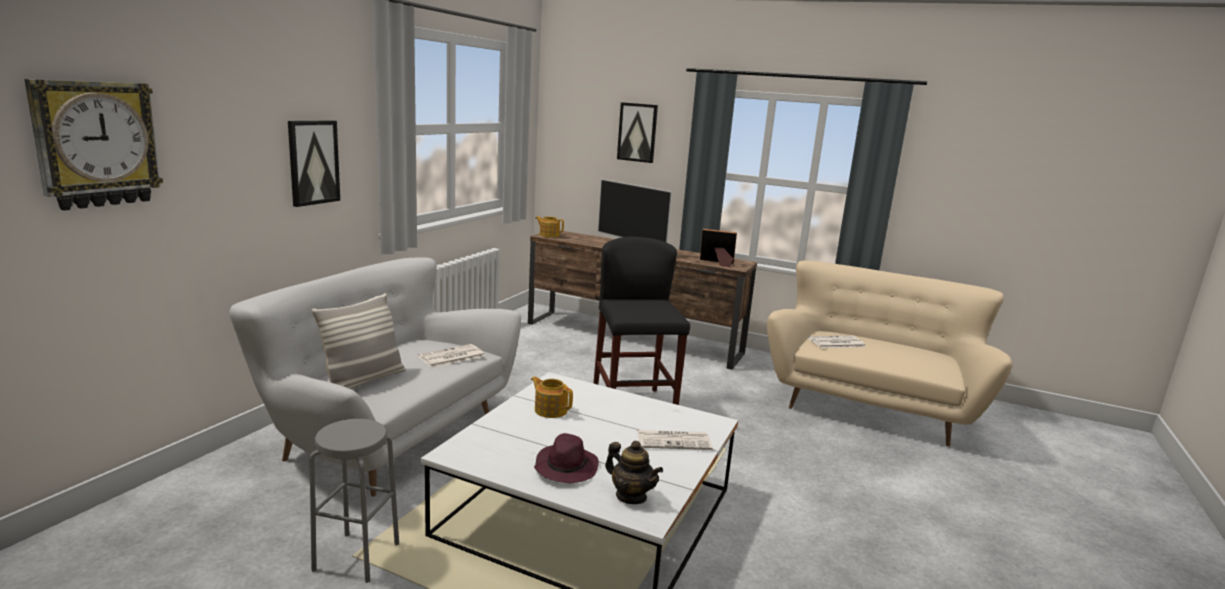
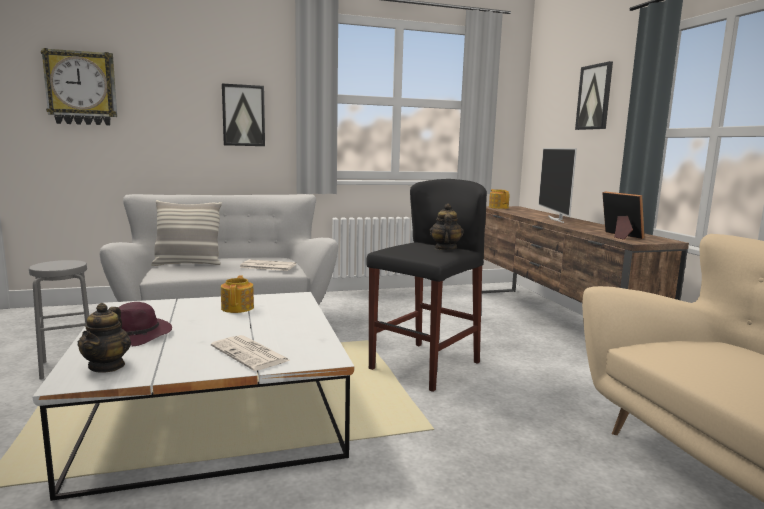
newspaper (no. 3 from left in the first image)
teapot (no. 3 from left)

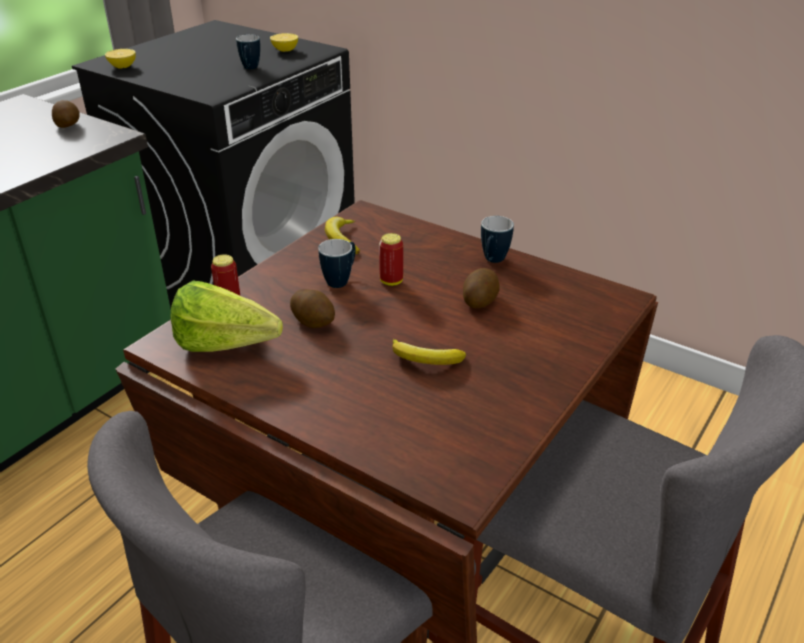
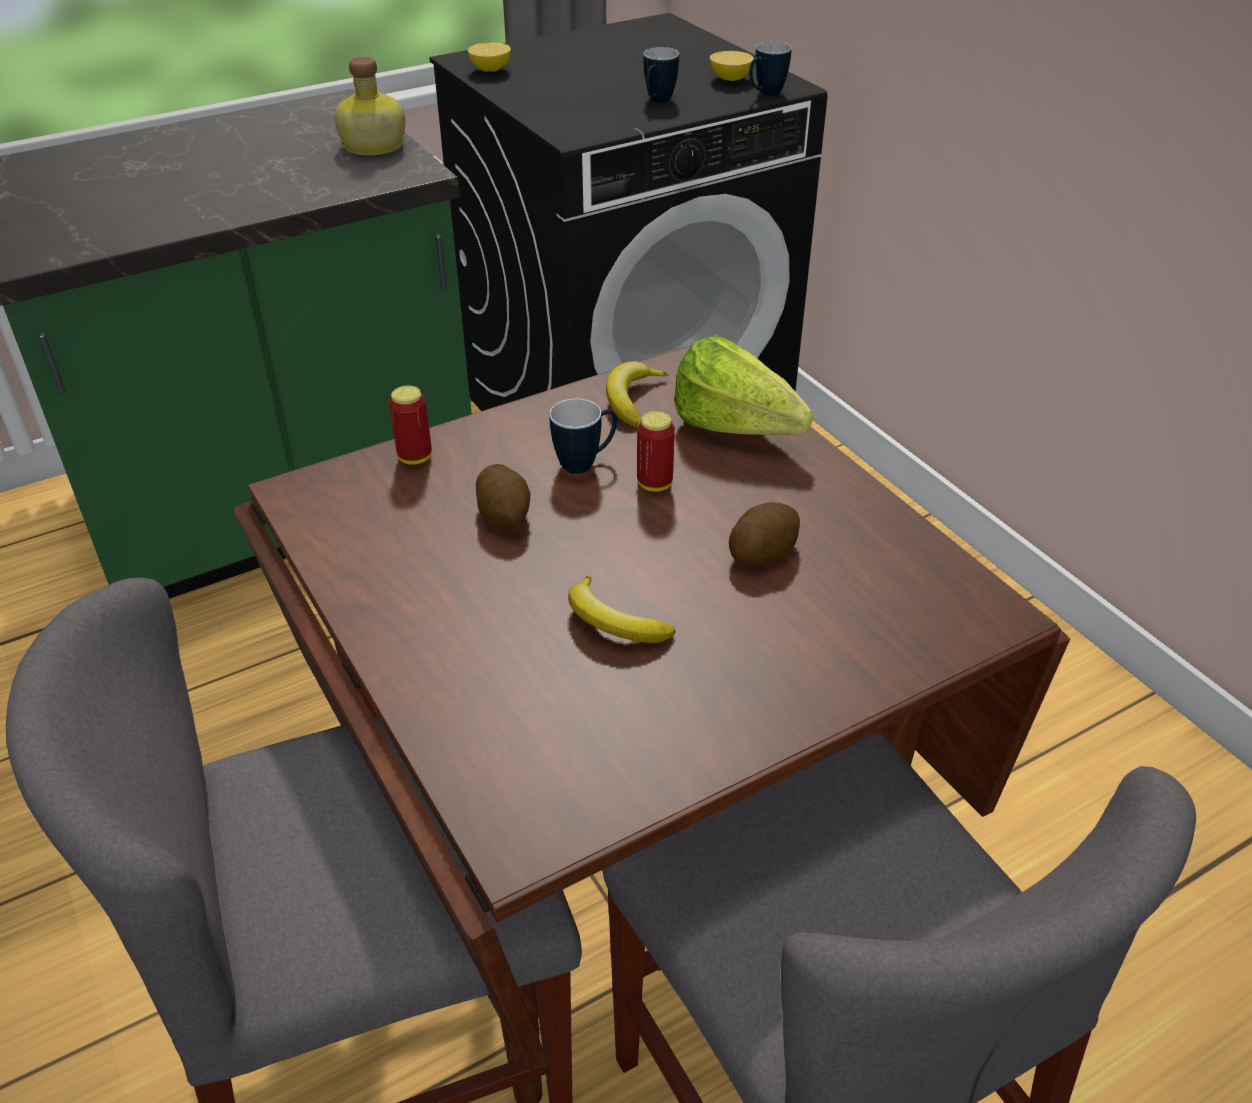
lettuce
mug (no. 3 from left)
bottle

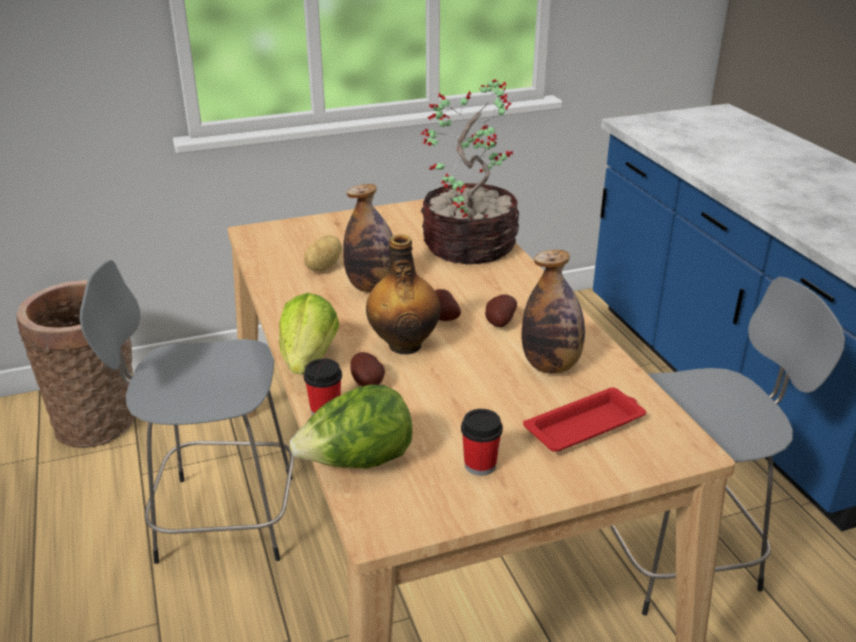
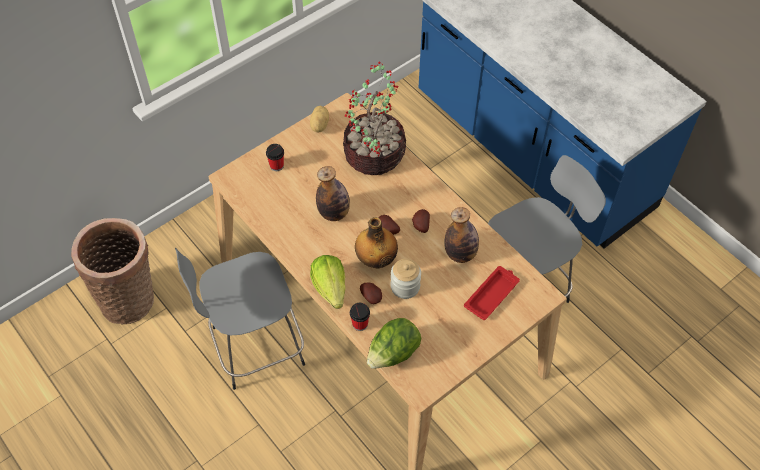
jar
potato (no. 1 from left)
cup (no. 1 from left)

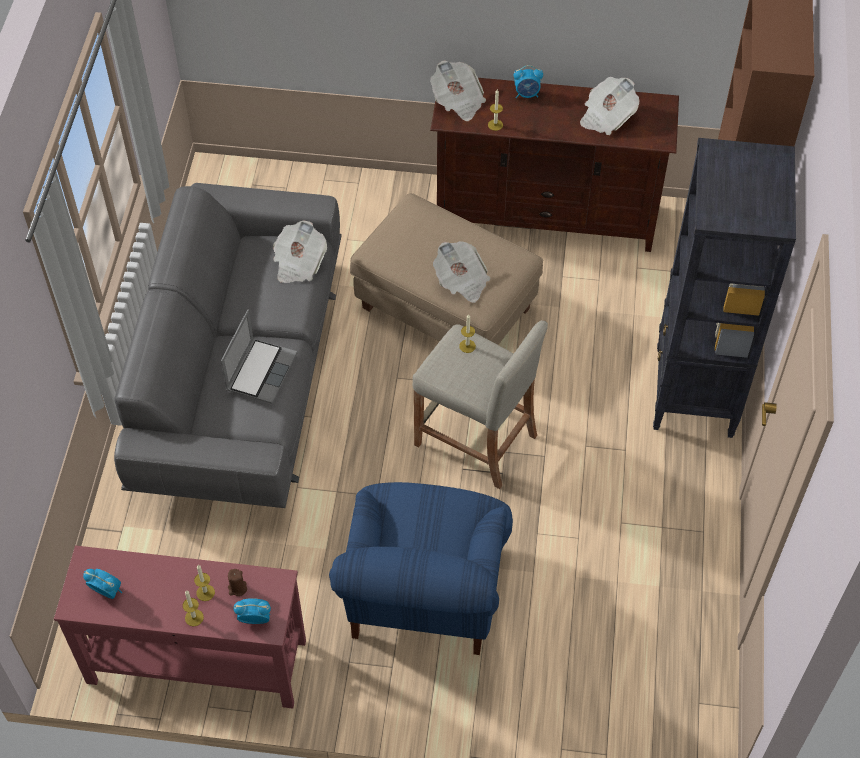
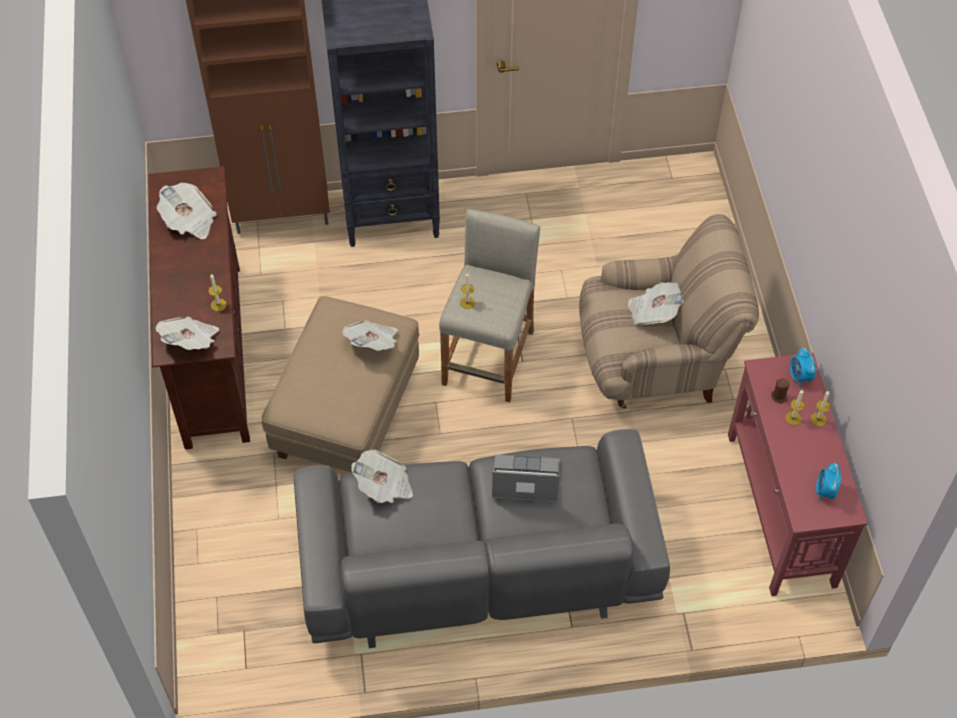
alarm clock (no. 3 from left in the first image)
newspaper (no. 5 from left)
beige armchair

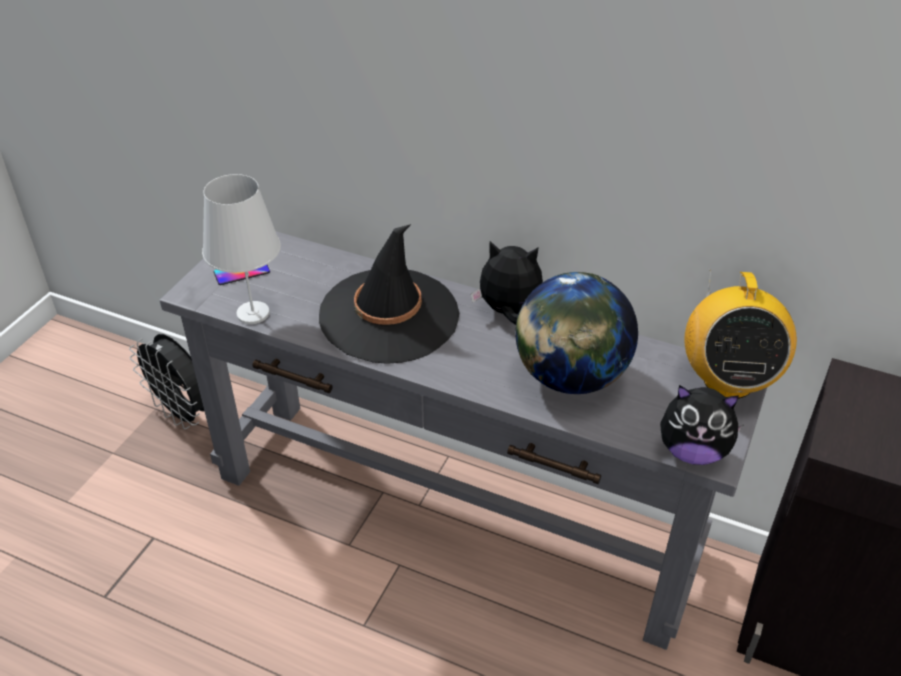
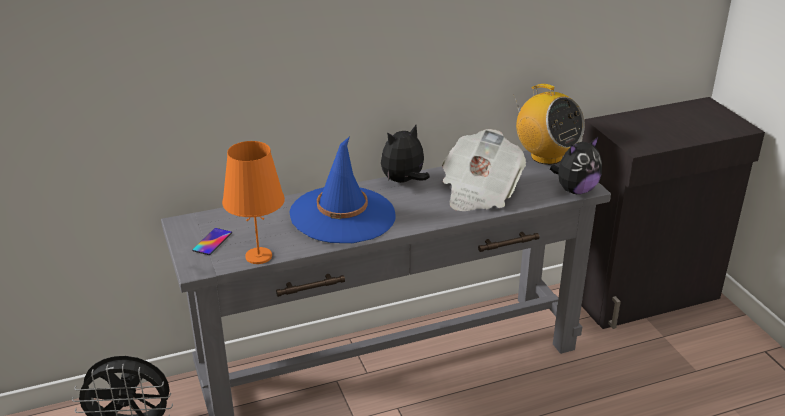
newspaper
orange table lamp
blue hat

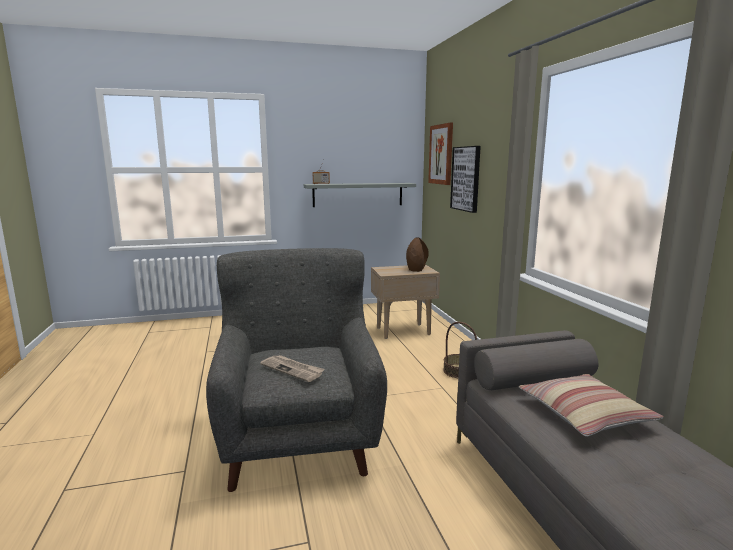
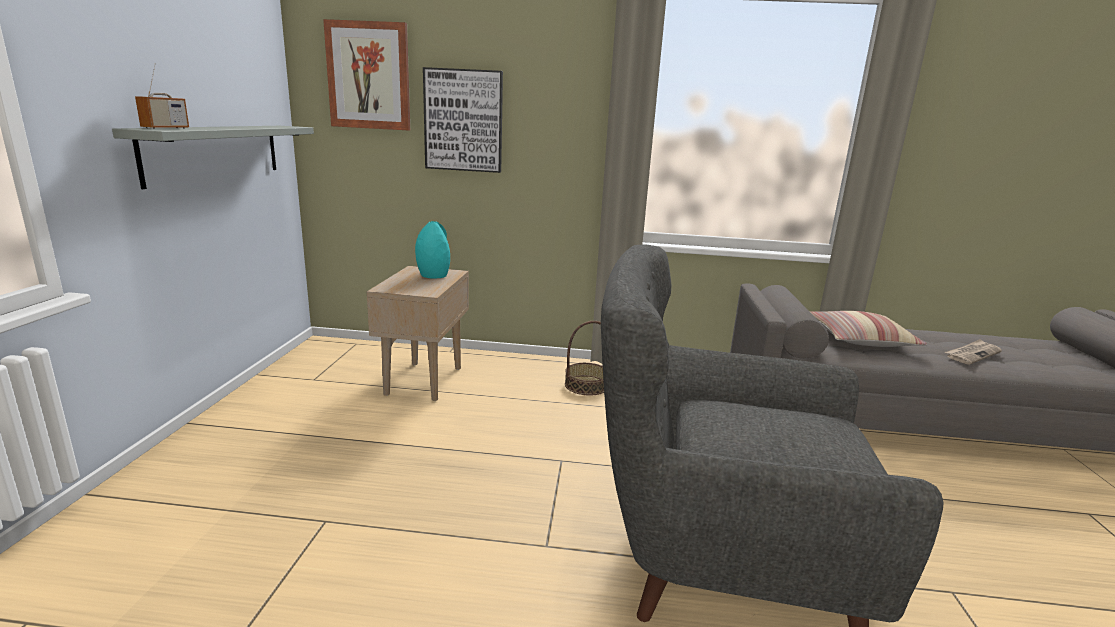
newspaper
turquoise vase

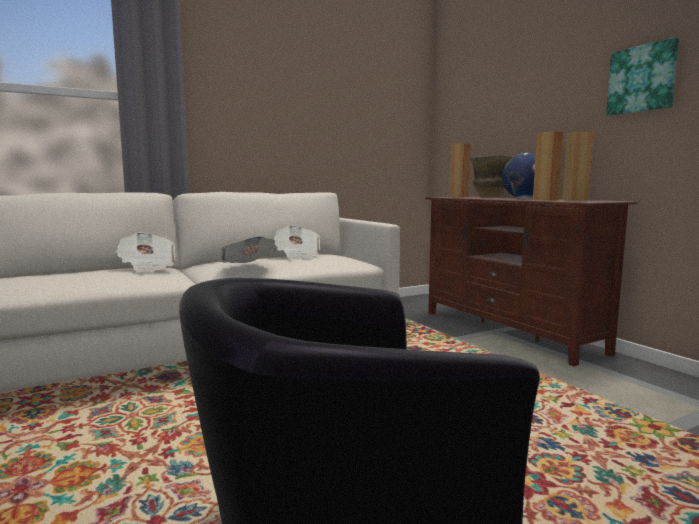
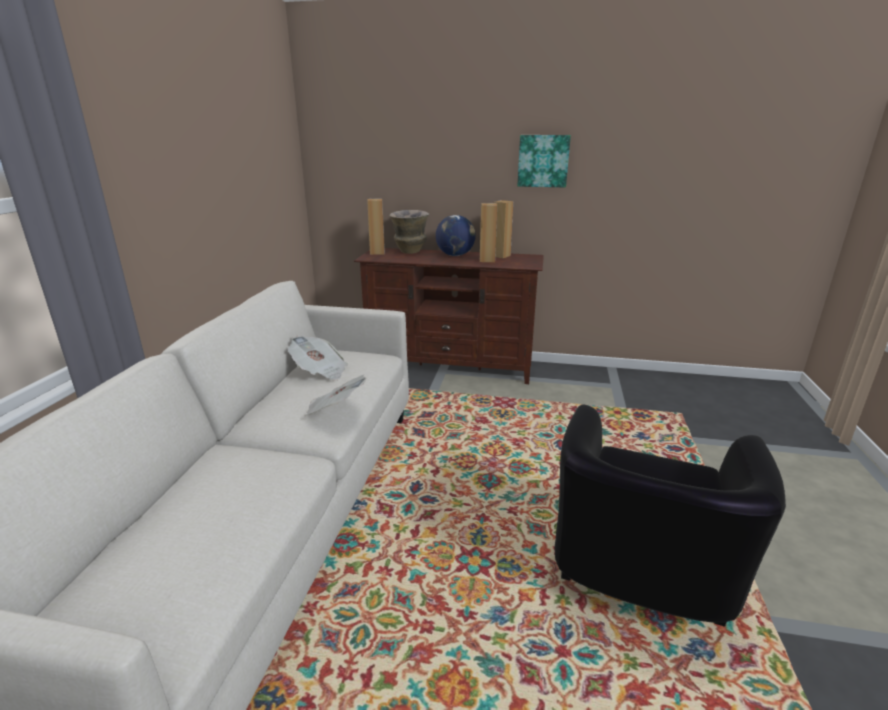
newspaper (no. 1 from left in the first image)

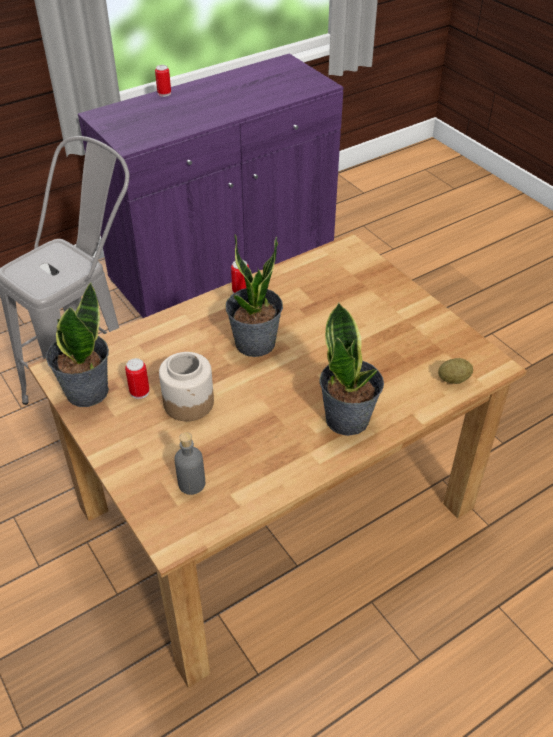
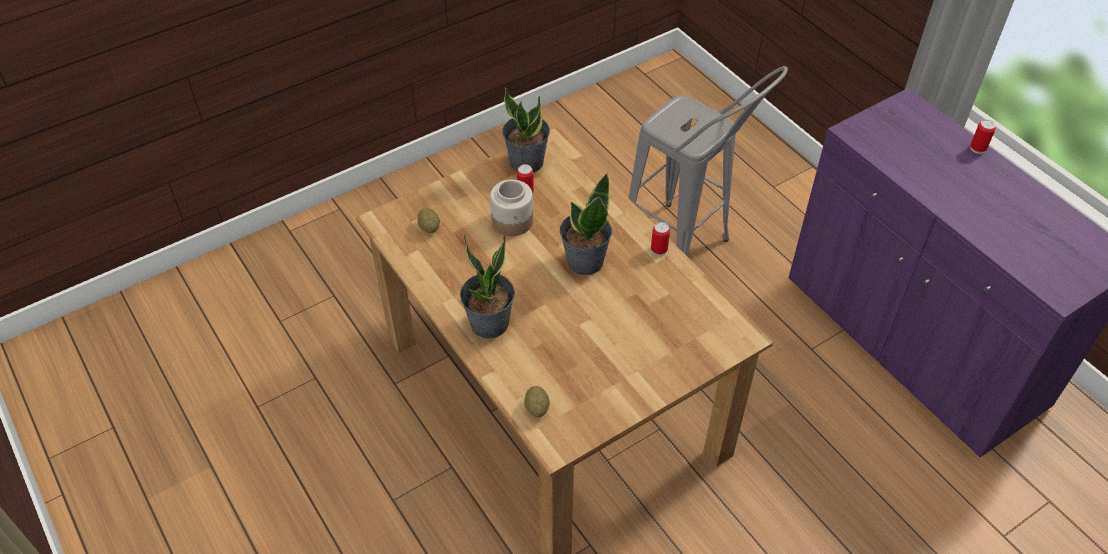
potato (no. 1 from left)

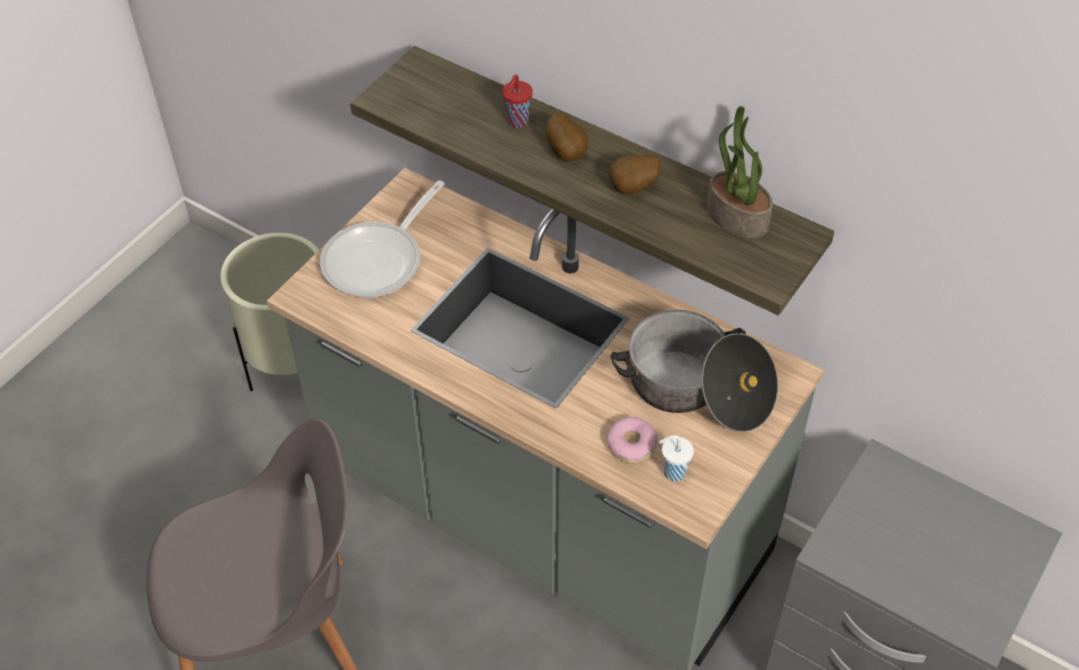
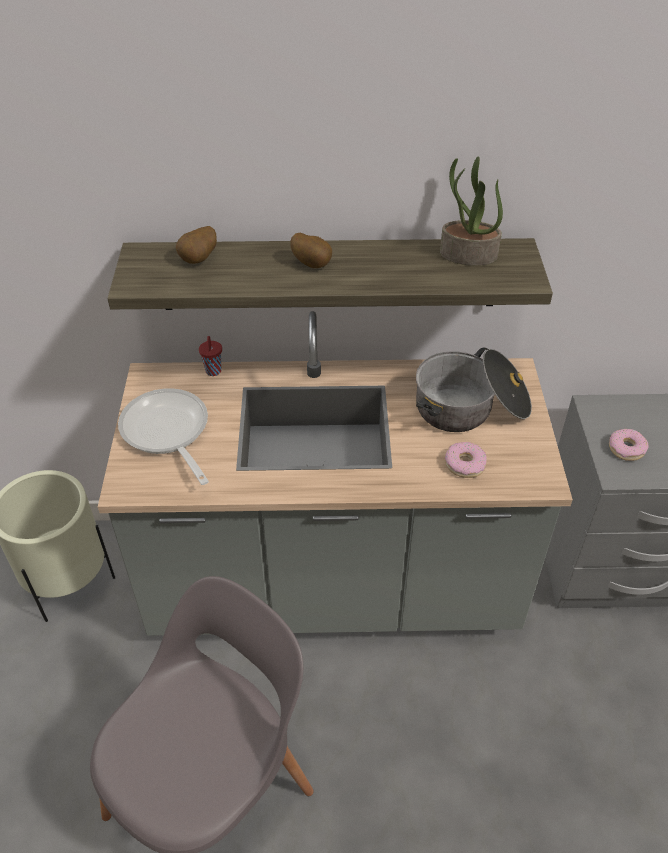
white cup
donut (no. 2 from left)
red cup
potato (no. 1 from left)
frying pan

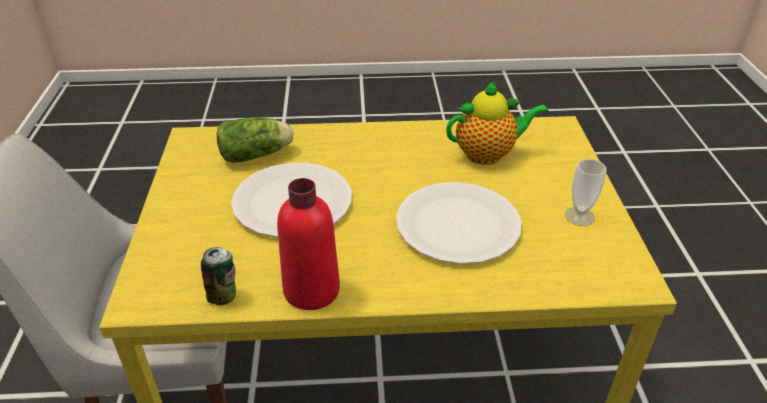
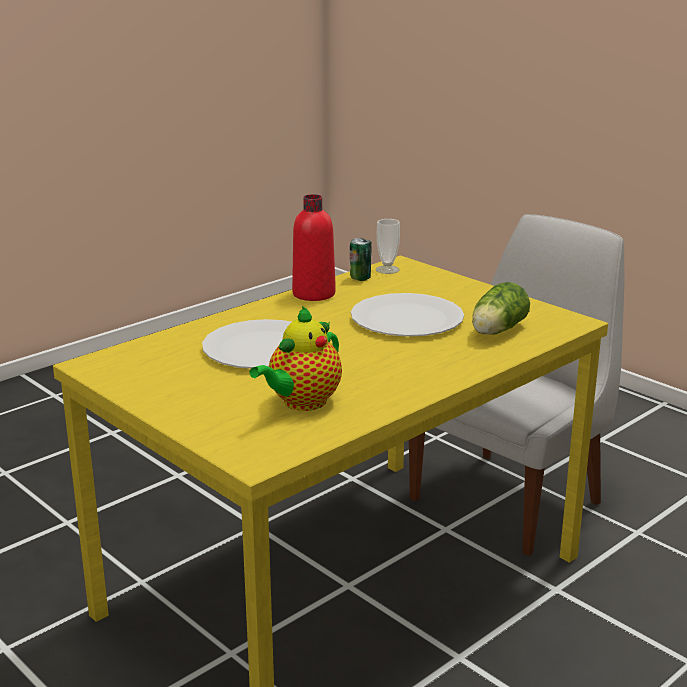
cup

